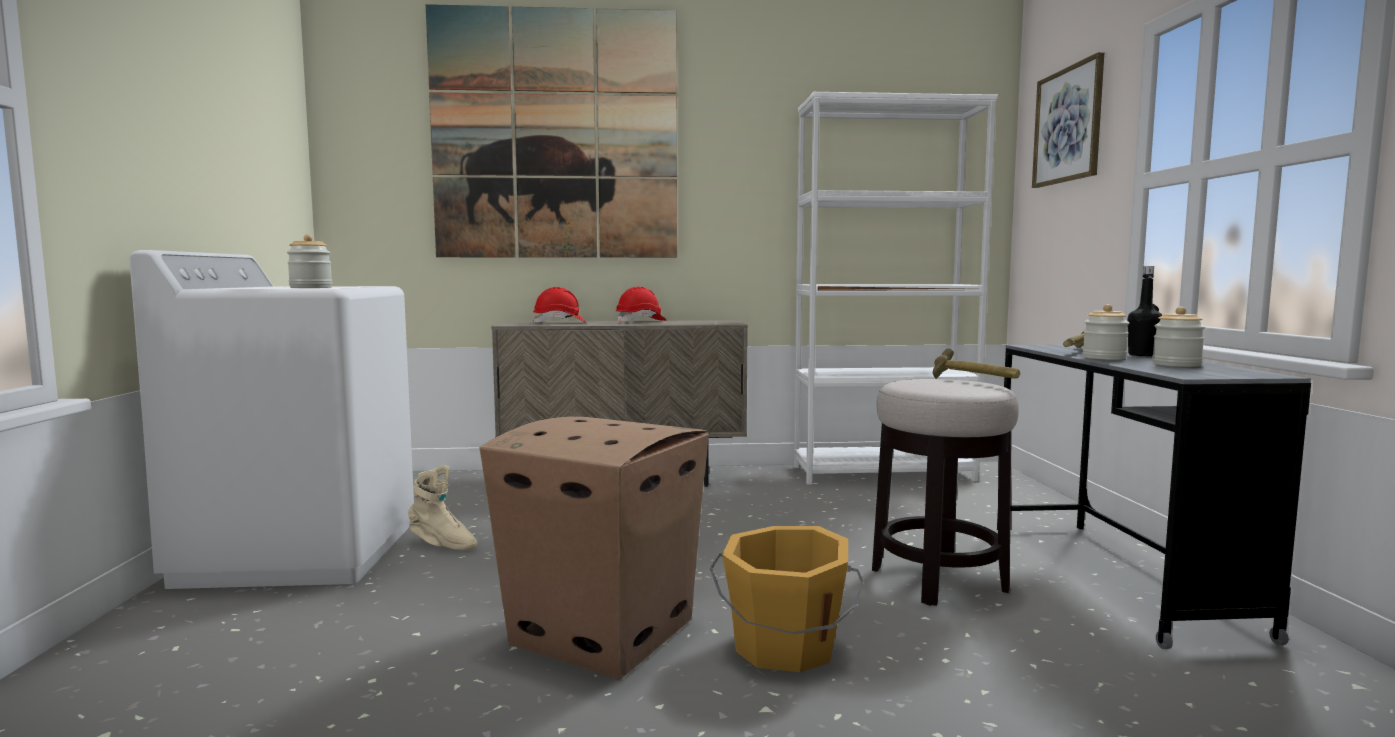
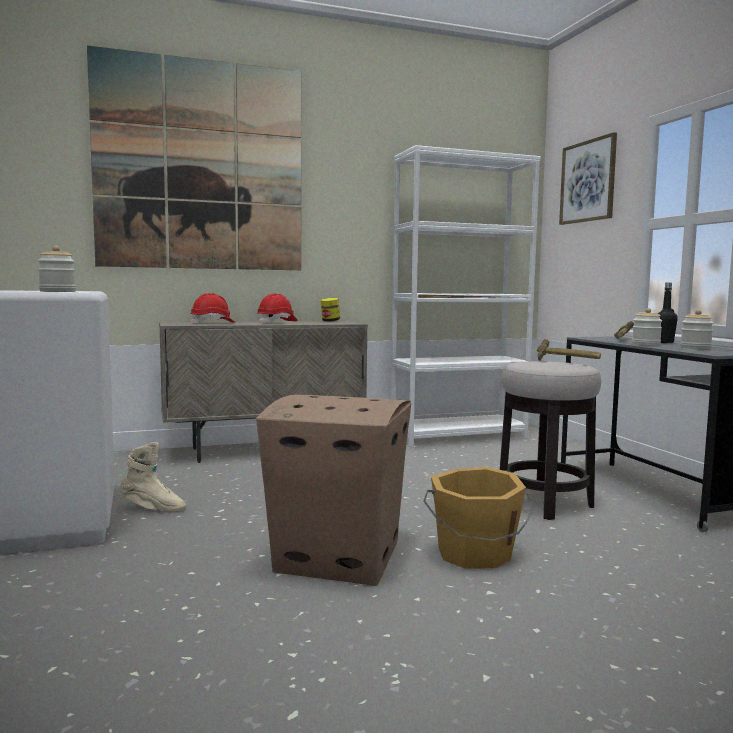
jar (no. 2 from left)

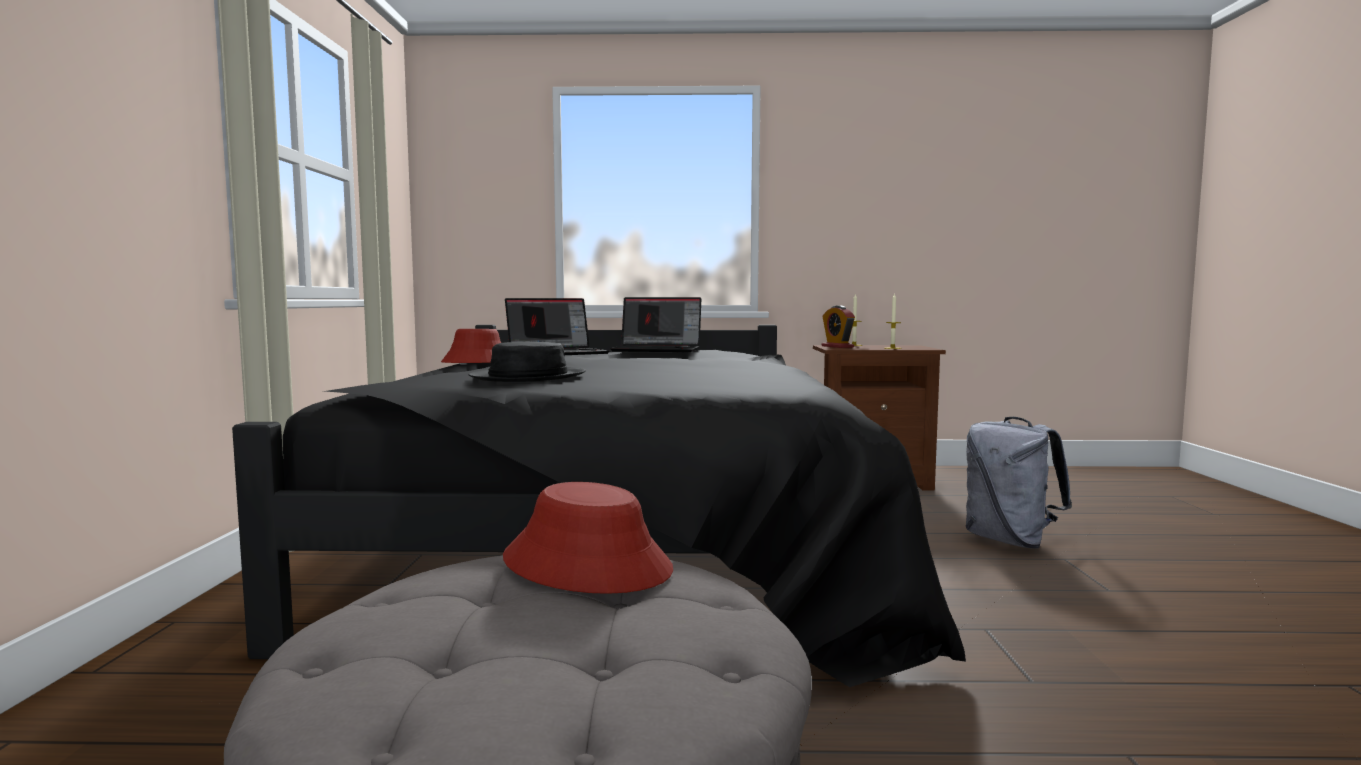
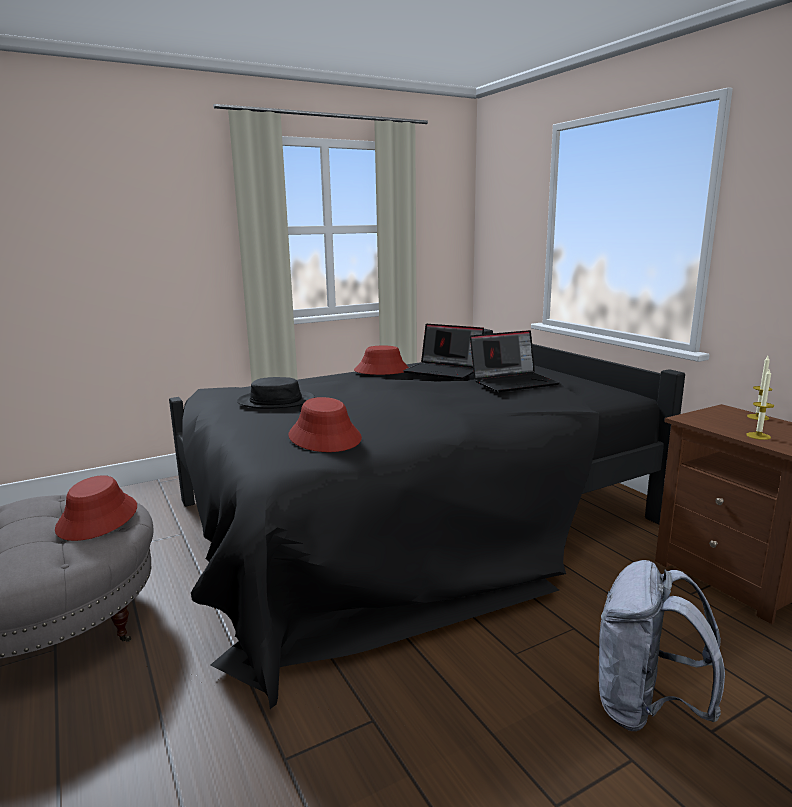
alarm clock
red hat (no. 2 from left)
laptop (no. 2 from left)

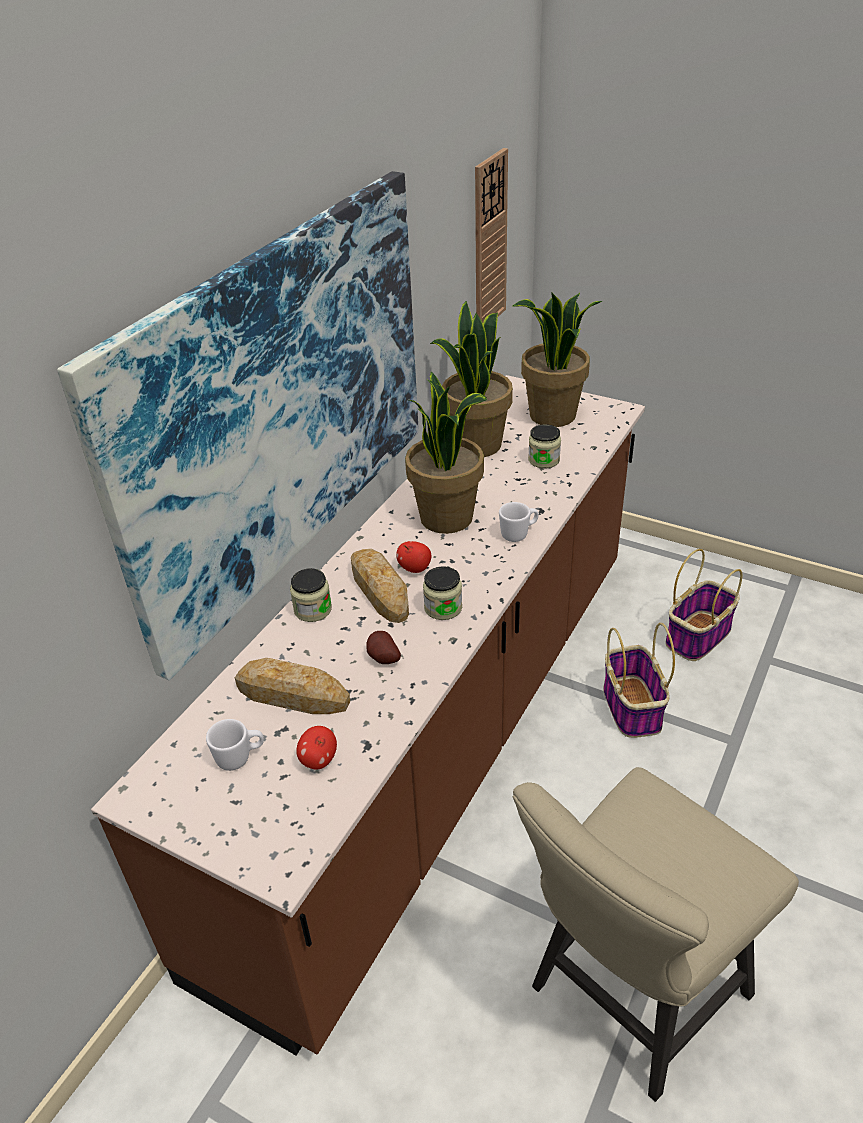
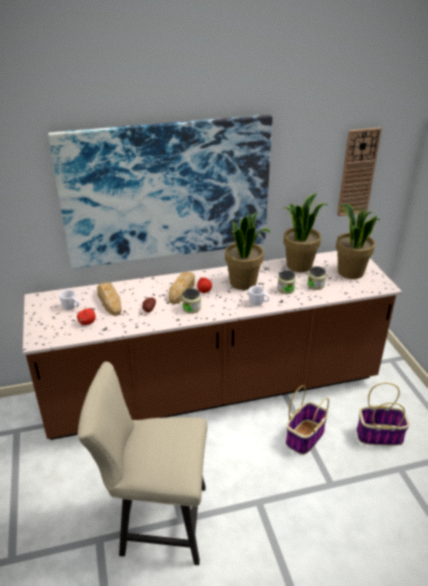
jar (no. 2 from left)

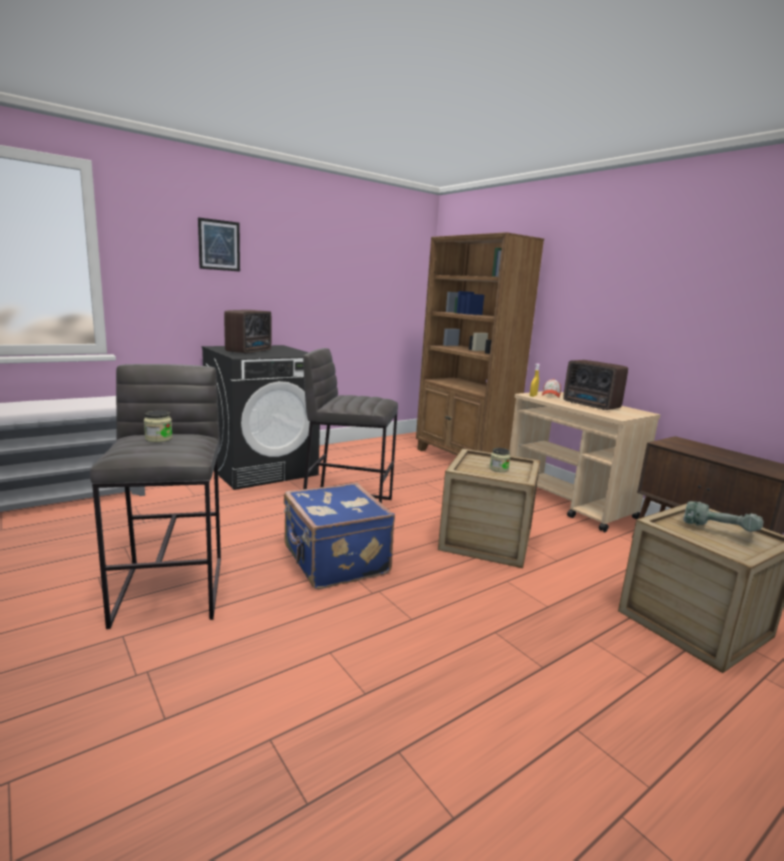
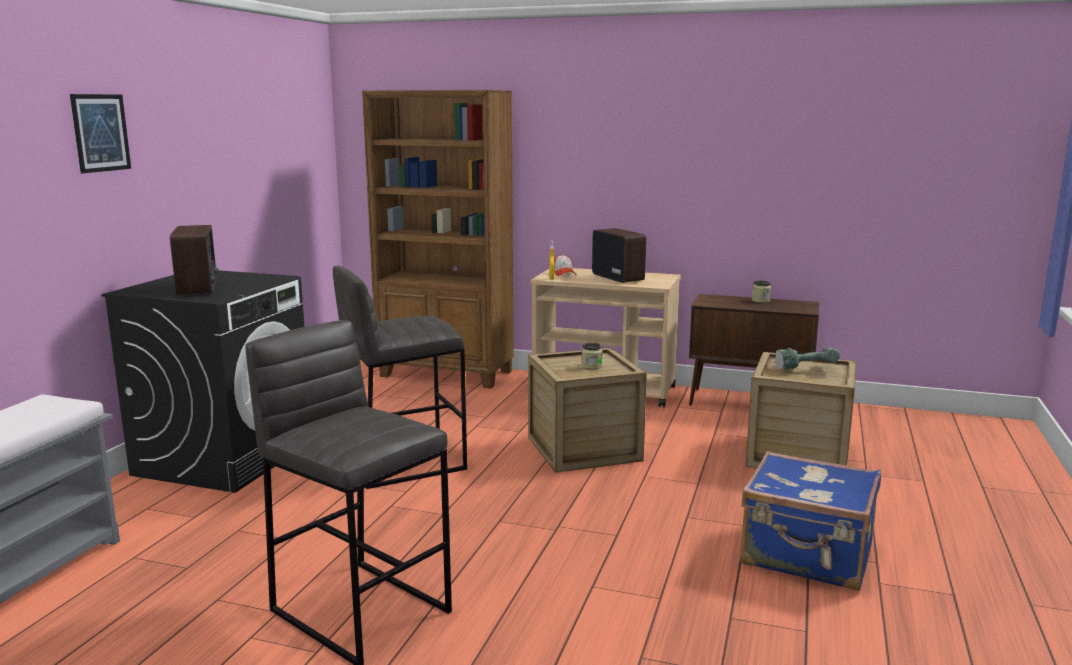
jar (no. 2 from left)
blue suitcase
radio (no. 2 from left)

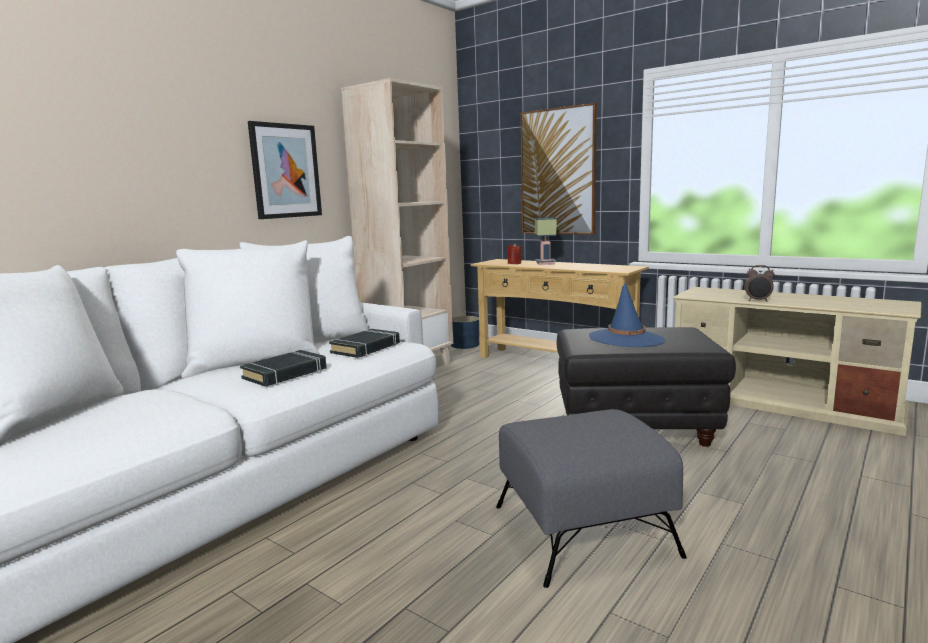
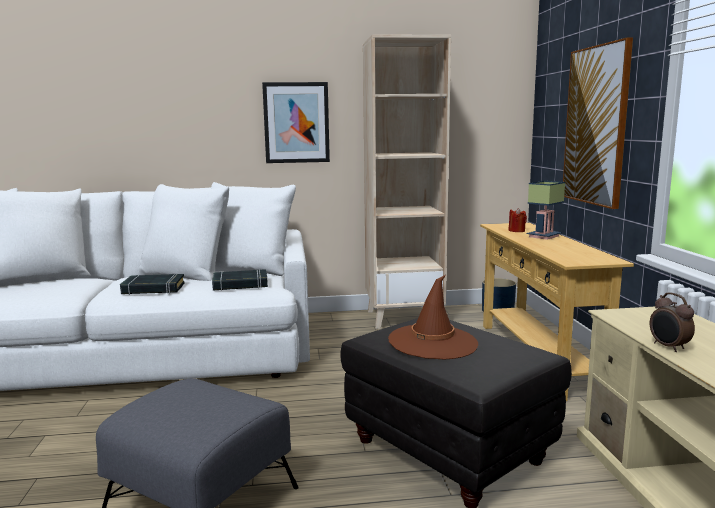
brown hat

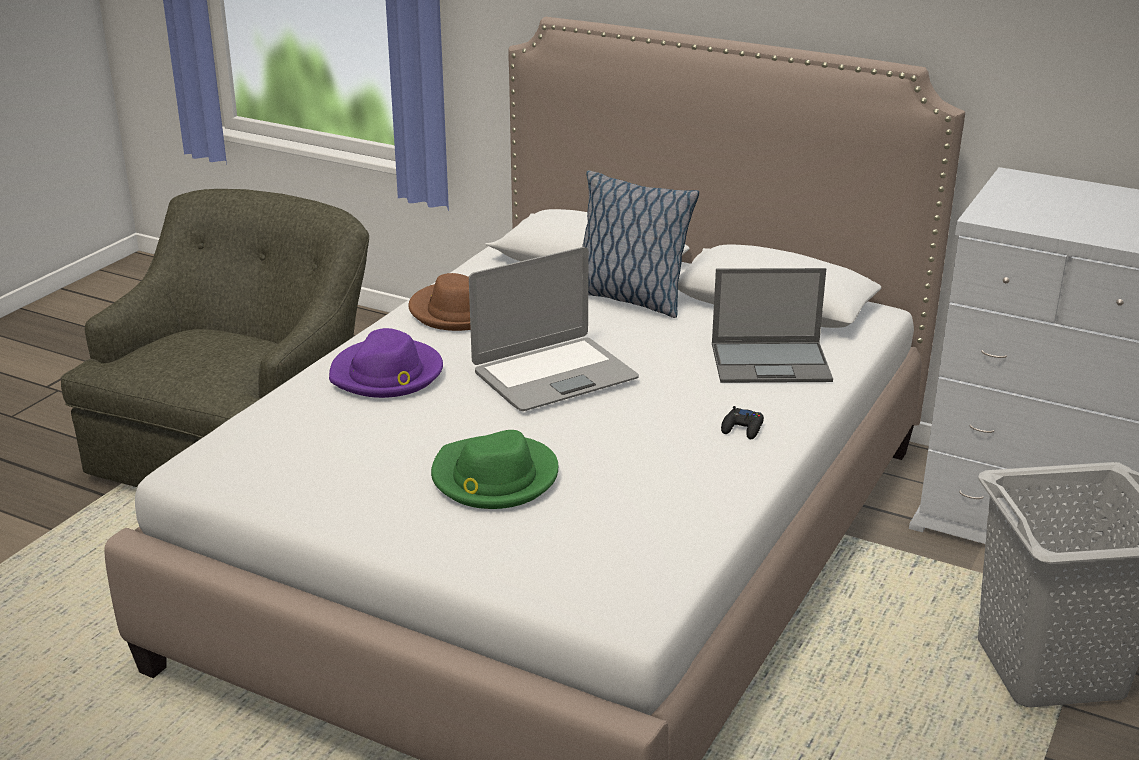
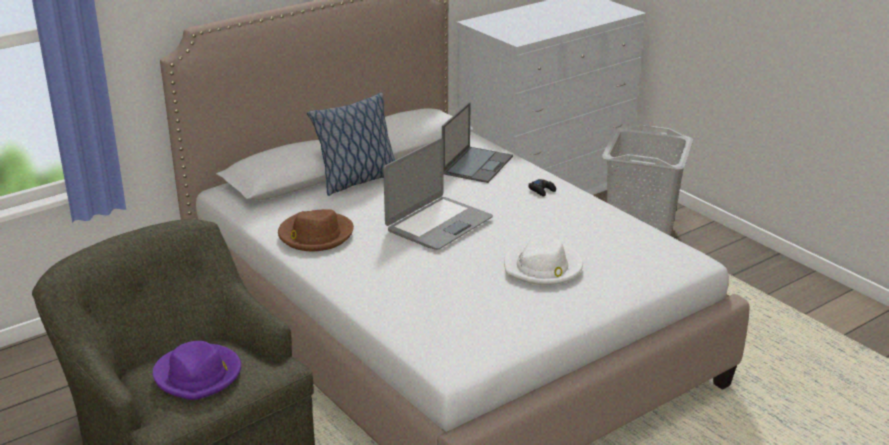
purple hat
white hat
laptop (no. 1 from left)

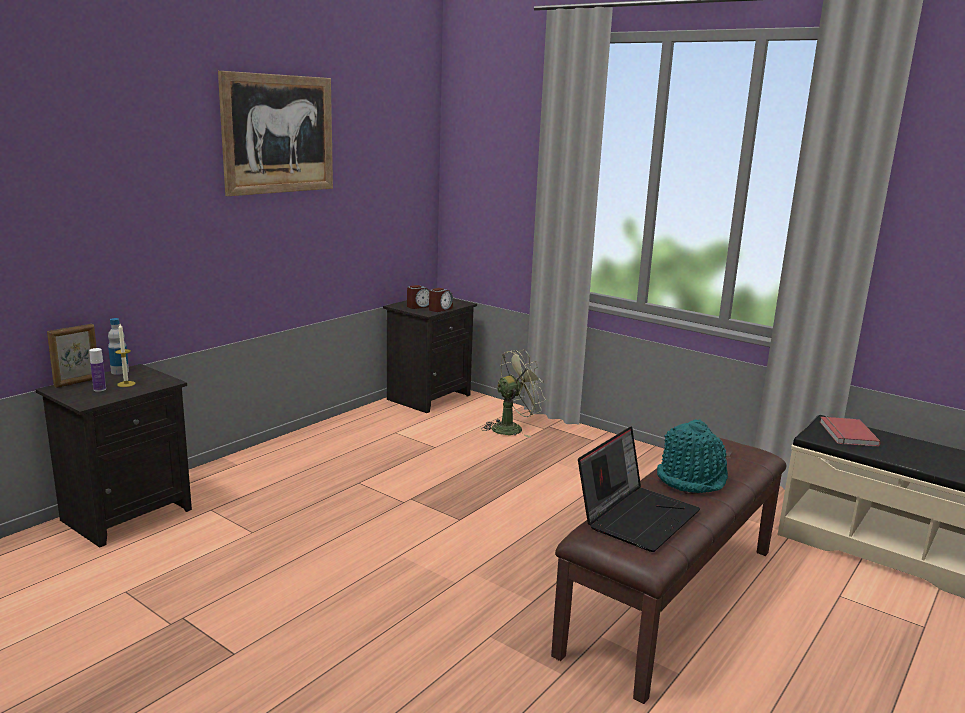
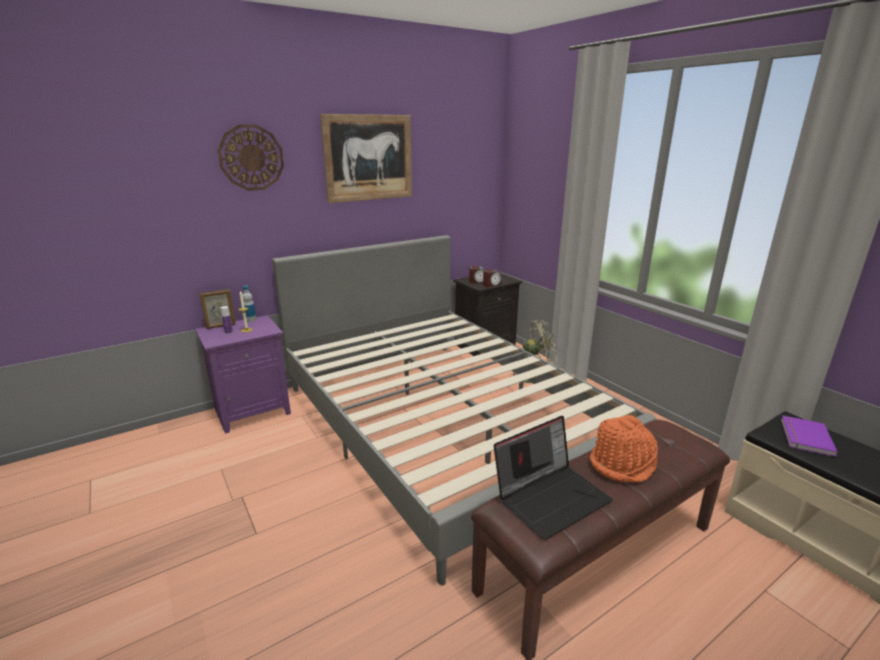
wall clock
grey bed
purple nightstand
orange hat
purple book

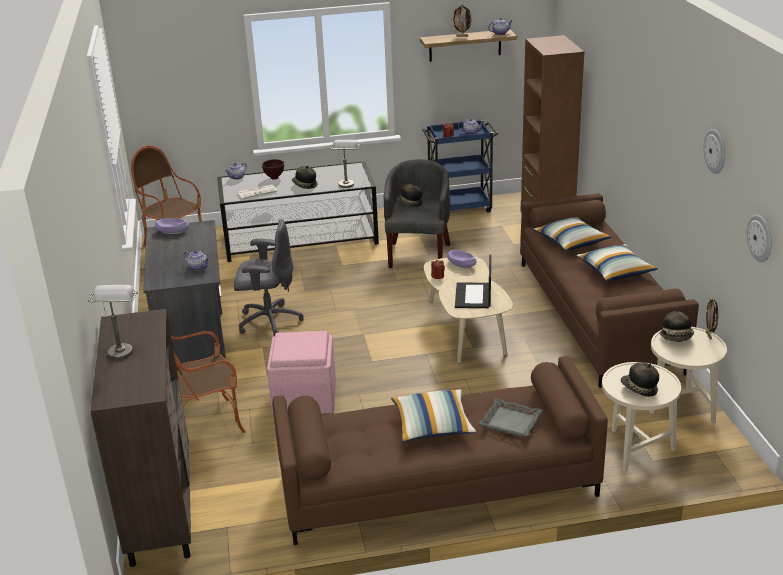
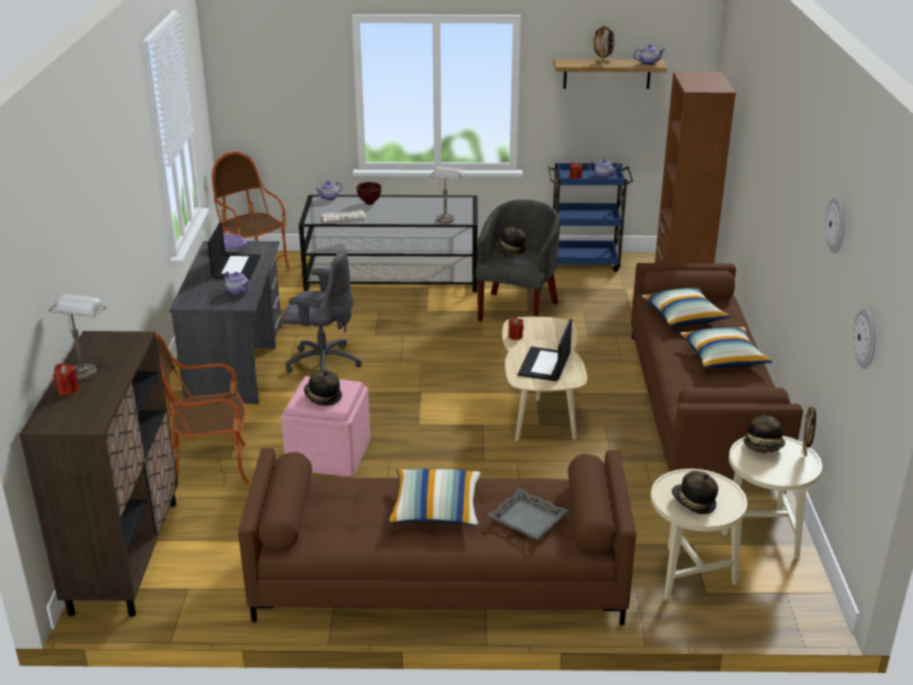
purple bowl (no. 2 from left in the first image)
red candle (no. 1 from left)
laptop (no. 1 from left)
hat (no. 1 from left)

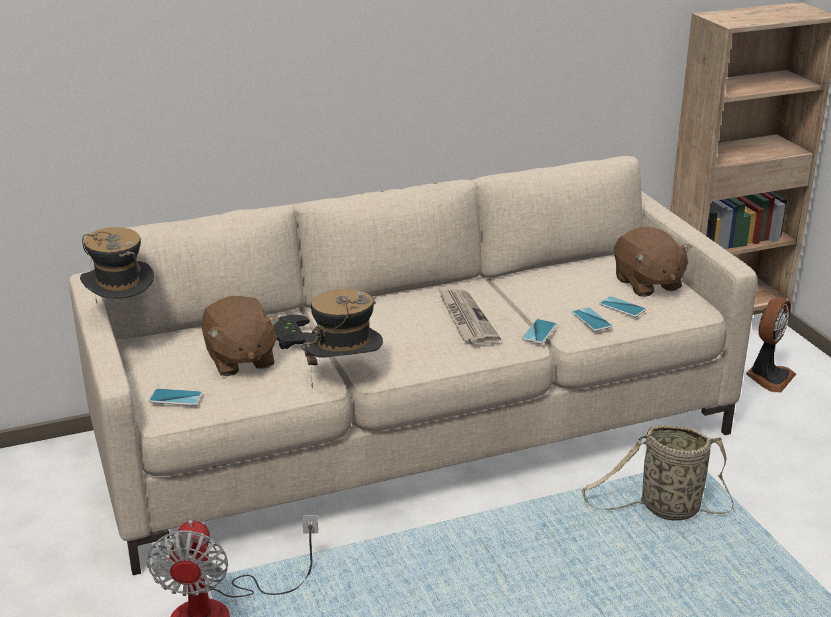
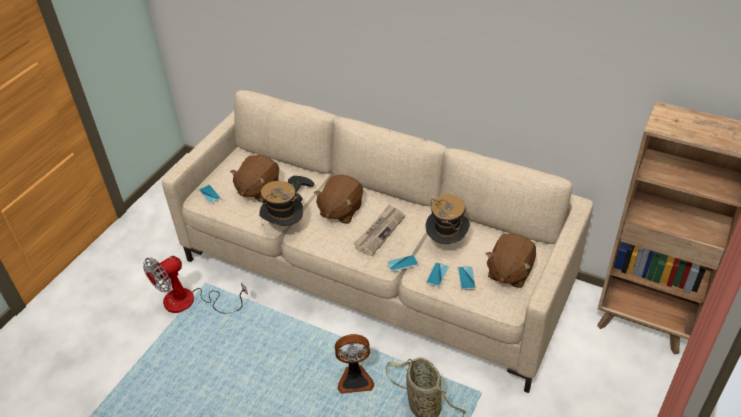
brown plush toy (no. 2 from left)
hat (no. 2 from left)
fan (no. 2 from left)

